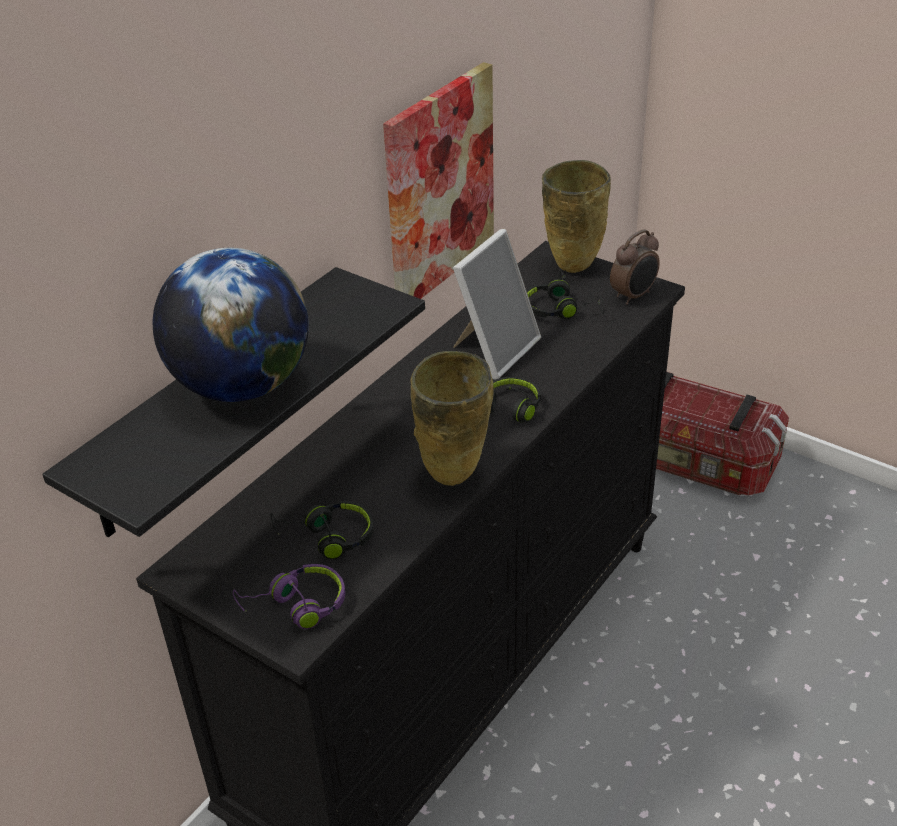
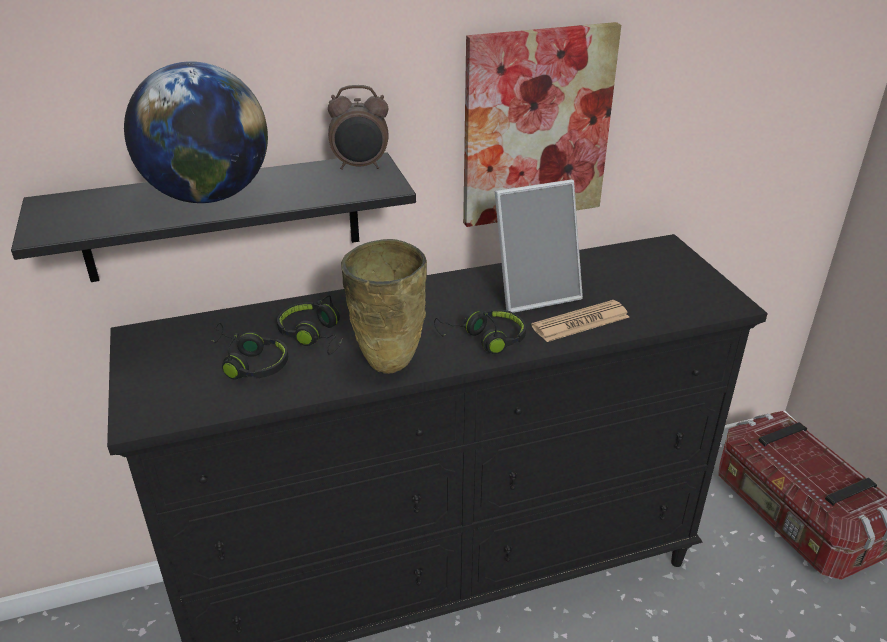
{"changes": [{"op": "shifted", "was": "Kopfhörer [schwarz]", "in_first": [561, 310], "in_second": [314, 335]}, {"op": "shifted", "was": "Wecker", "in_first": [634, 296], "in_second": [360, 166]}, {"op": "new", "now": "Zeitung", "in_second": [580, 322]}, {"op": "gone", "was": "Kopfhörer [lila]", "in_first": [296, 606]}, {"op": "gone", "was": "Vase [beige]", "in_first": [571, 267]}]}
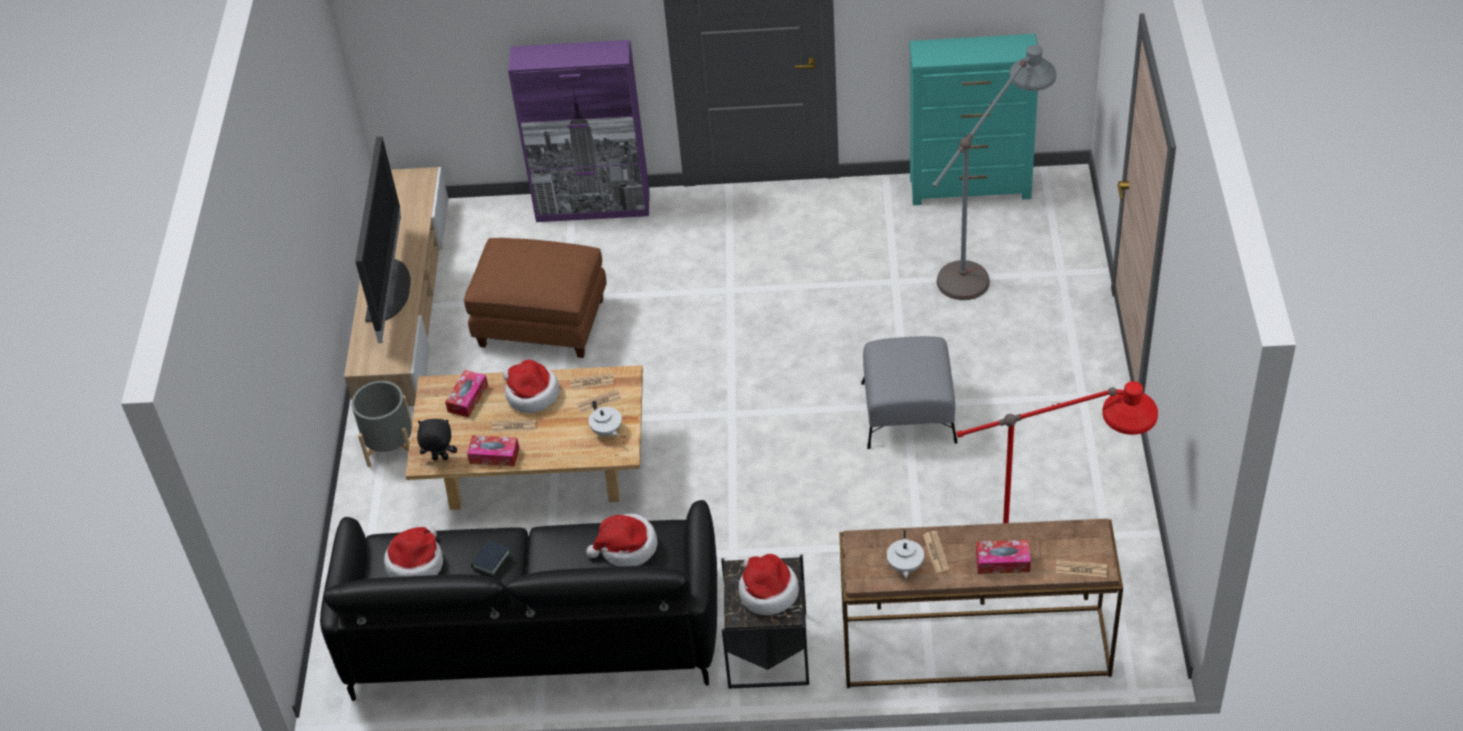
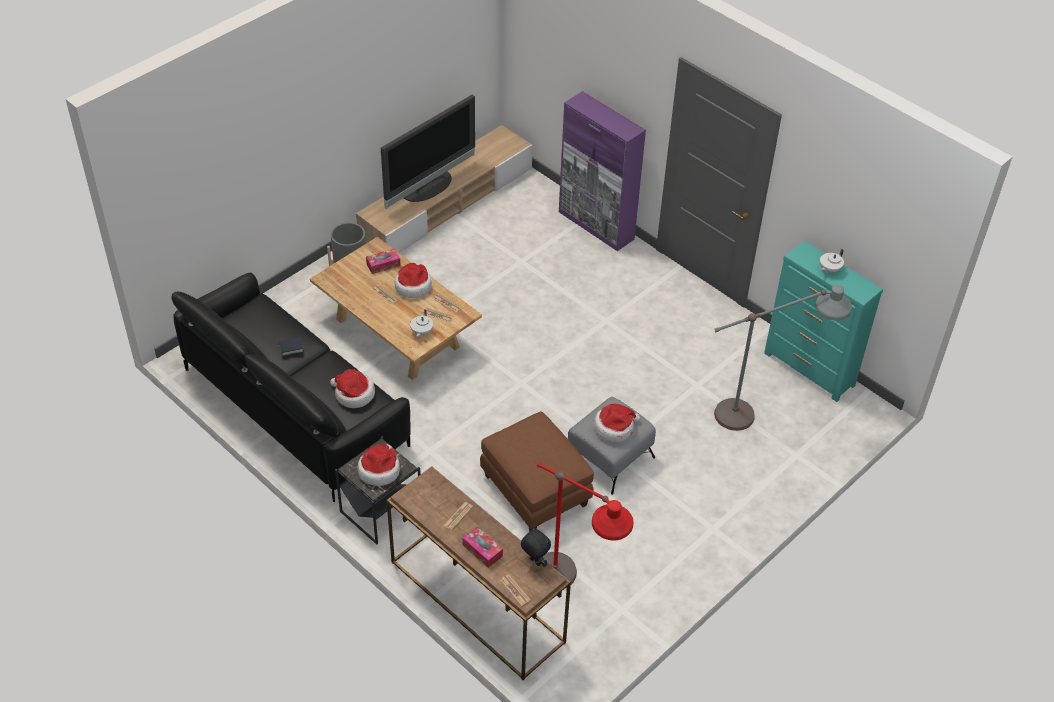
{"changes": [{"op": "shifted", "was": "Polsterhocker [braun]", "in_first": [541, 323], "in_second": [534, 490]}, {"op": "shifted", "was": "Plüschtier [schwarz]", "in_first": [440, 459], "in_second": [534, 562]}, {"op": "shifted", "was": "Hut", "in_first": [416, 563], "in_second": [614, 427]}, {"op": "shifted", "was": "Teekanne [weiß]", "in_first": [904, 566], "in_second": [829, 270]}, {"op": "gone", "was": "Taschentuchbox", "in_first": [494, 455]}]}
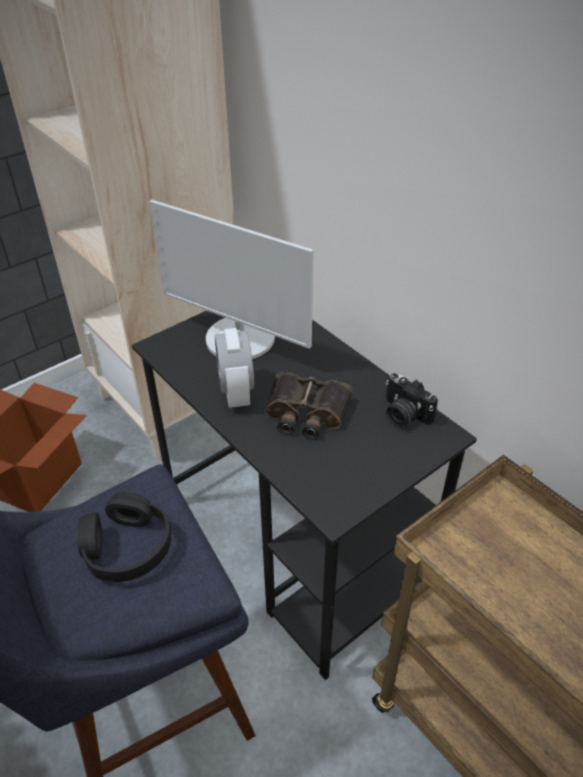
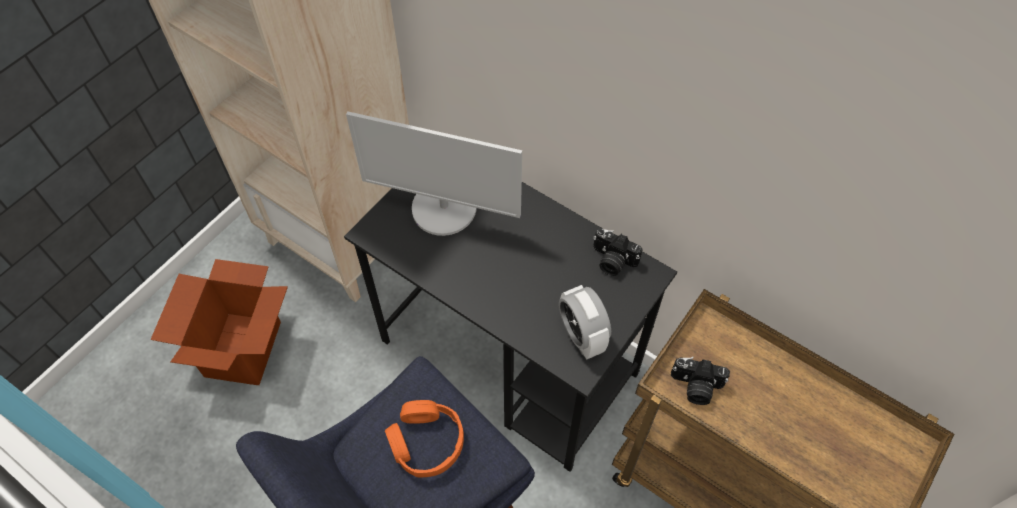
{"changes": [{"op": "repainted", "was": "Kopfhörer [schwarz]", "now": "Kopfhörer [orange]", "in_first": [127, 547], "in_second": [426, 442]}, {"op": "shifted", "was": "Wecker", "in_first": [236, 392], "in_second": [581, 336]}, {"op": "new", "now": "Kamera", "in_second": [695, 387]}, {"op": "gone", "was": "Fernglas", "in_first": [305, 413]}]}
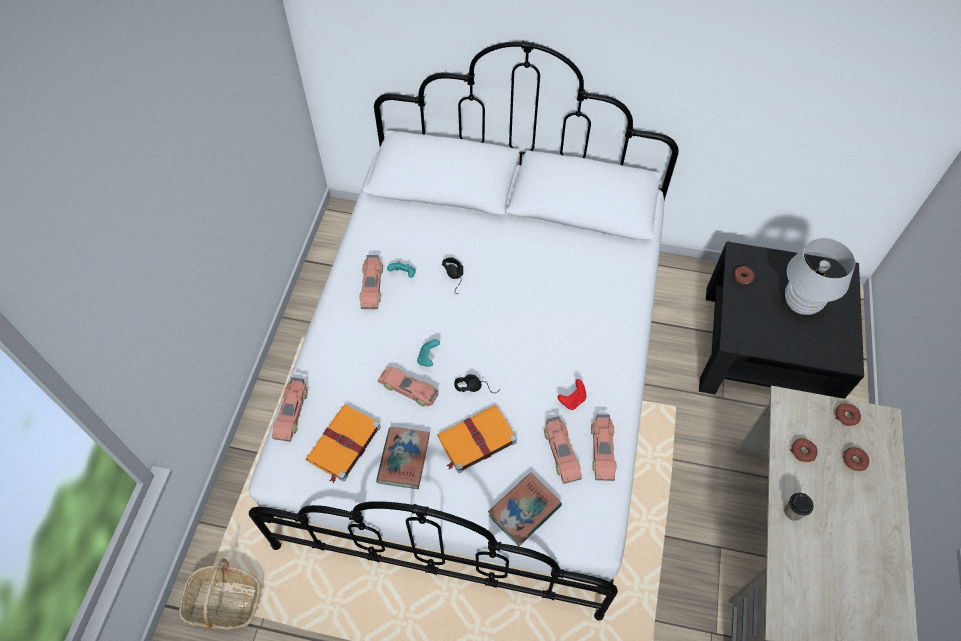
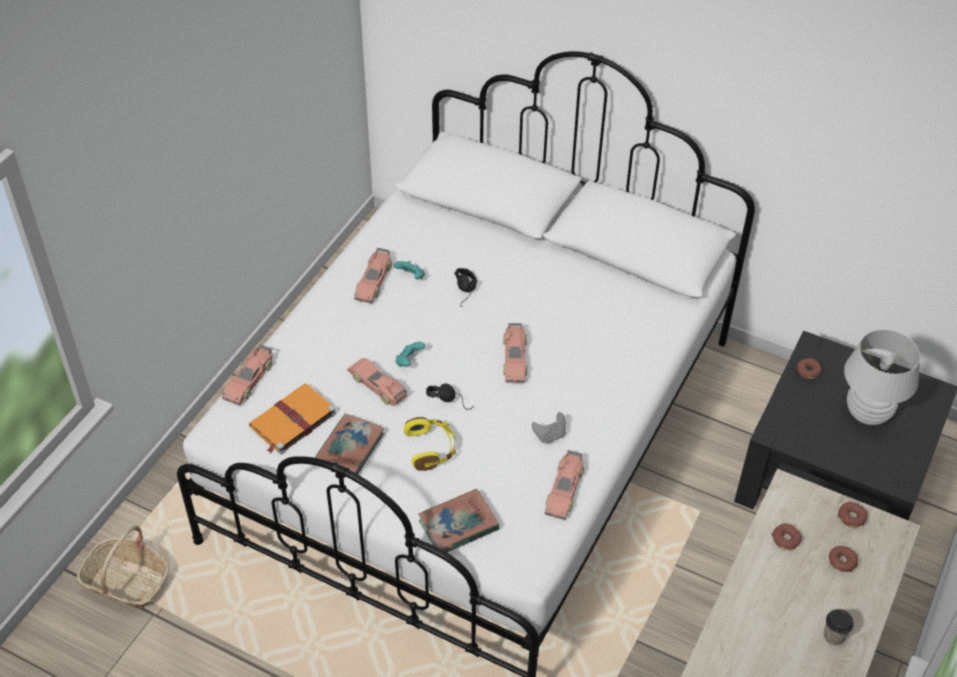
{"changes": [{"op": "swapped", "was": "Buch [orange]", "now": "Kopfhörer [gelb]", "in_first": [475, 440], "in_second": [431, 449]}, {"op": "shifted", "was": "Spielzeugauto", "in_first": [561, 452], "in_second": [514, 358]}, {"op": "repainted", "was": "Gamepad [rot]", "now": "Gamepad [grau]", "in_first": [572, 400], "in_second": [550, 435]}, {"op": "shifted", "was": "Tasse", "in_first": [793, 512], "in_second": [833, 636]}]}
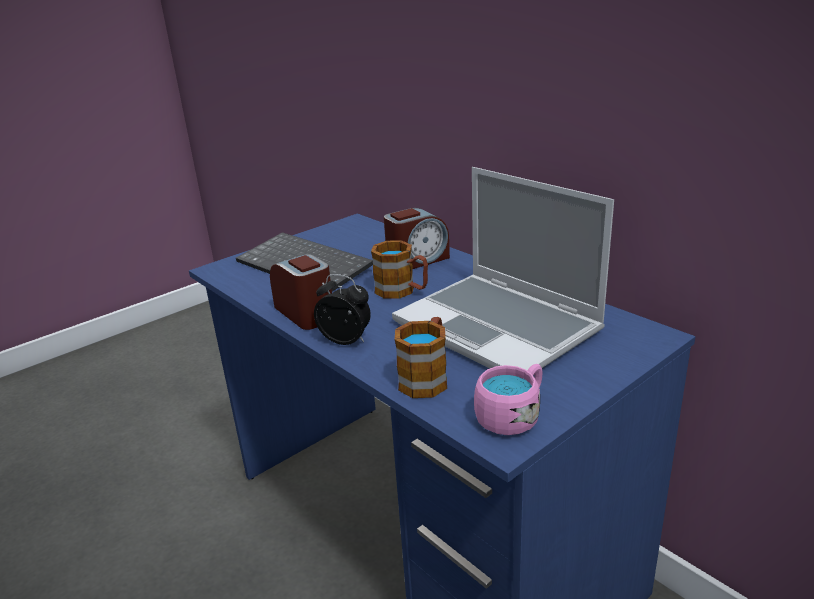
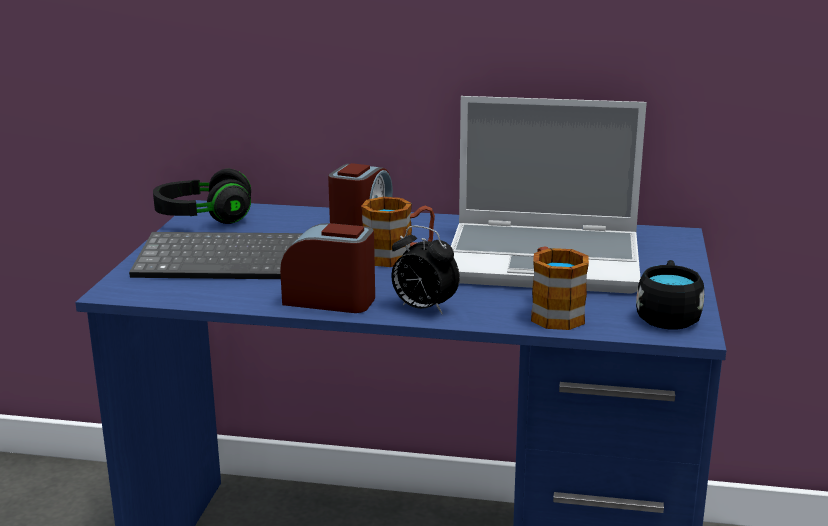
{"changes": [{"op": "new", "now": "Kopfhörer [schwarz]", "in_second": [204, 218]}, {"op": "rotated", "was": "Wecker", "in_first": [347, 340], "in_second": [423, 308], "clockwise": -135}, {"op": "repainted", "was": "Henkelbecher [rosa]", "now": "Henkelbecher [schwarz]", "in_first": [513, 416], "in_second": [667, 315]}]}
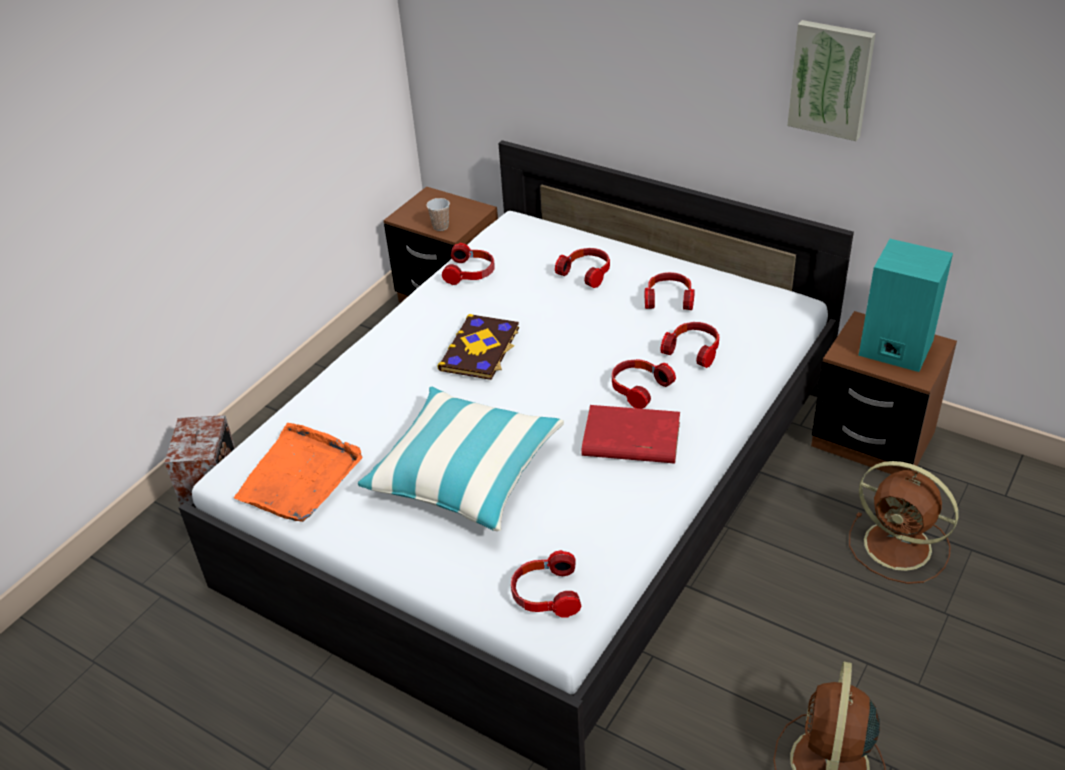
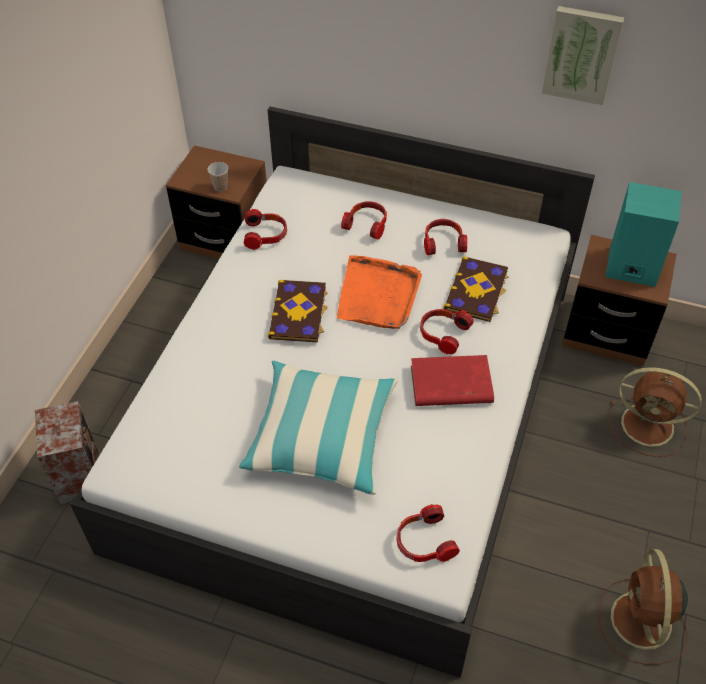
{"changes": [{"op": "shifted", "was": "Tablett [orange]", "in_first": [300, 477], "in_second": [378, 295]}, {"op": "swapped", "was": "Kopfhörer", "now": "Buch", "in_first": [693, 350], "in_second": [477, 291]}]}
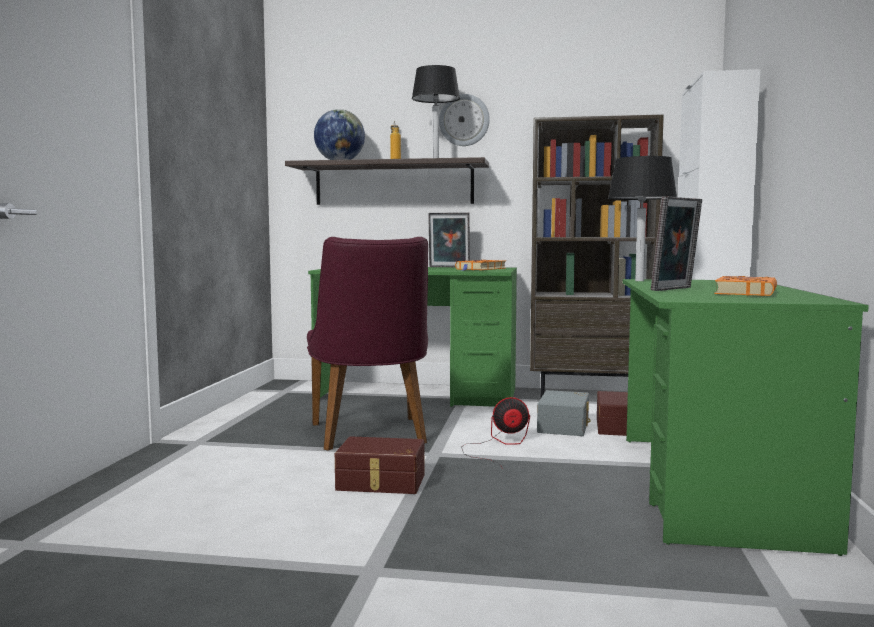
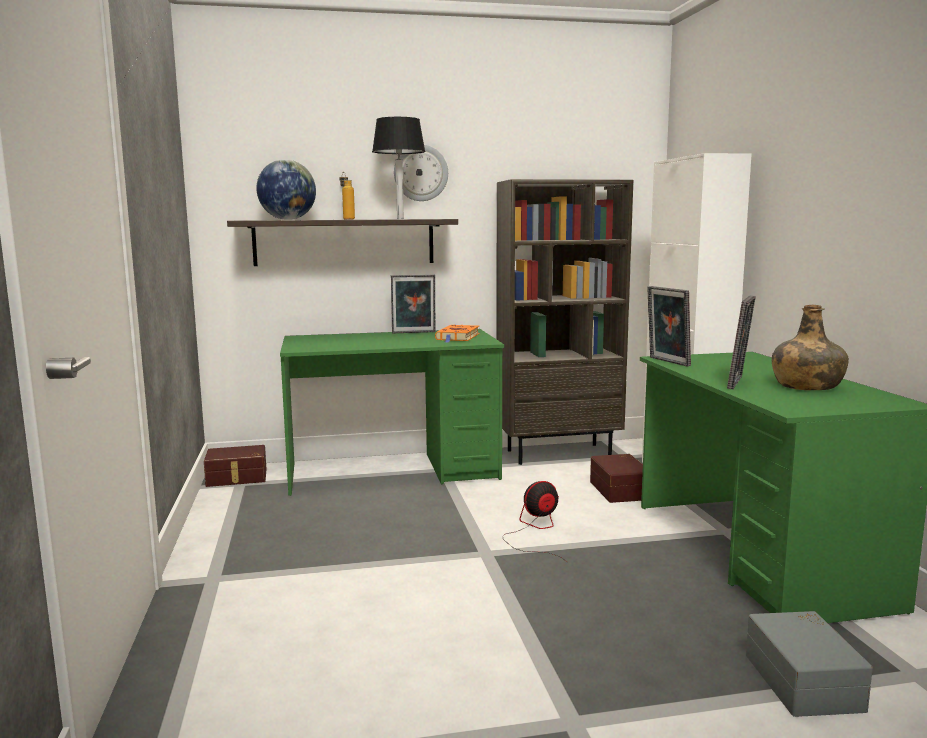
{"changes": [{"op": "shifted", "was": "Aufbewahrungsbox [braun]", "in_first": [380, 483], "in_second": [237, 478]}, {"op": "swapped", "was": "Tischlampe [schwarz]", "now": "Bilderrahmen", "in_first": [639, 281], "in_second": [666, 362]}, {"op": "shifted", "was": "Aufbewahrungsbox [grau]", "in_first": [565, 426], "in_second": [805, 681]}, {"op": "swapped", "was": "Buch [orange]", "now": "Flasche [grün]", "in_first": [745, 292], "in_second": [806, 386]}, {"op": "gone", "was": "Stuhl [lila]", "in_first": [371, 436]}]}
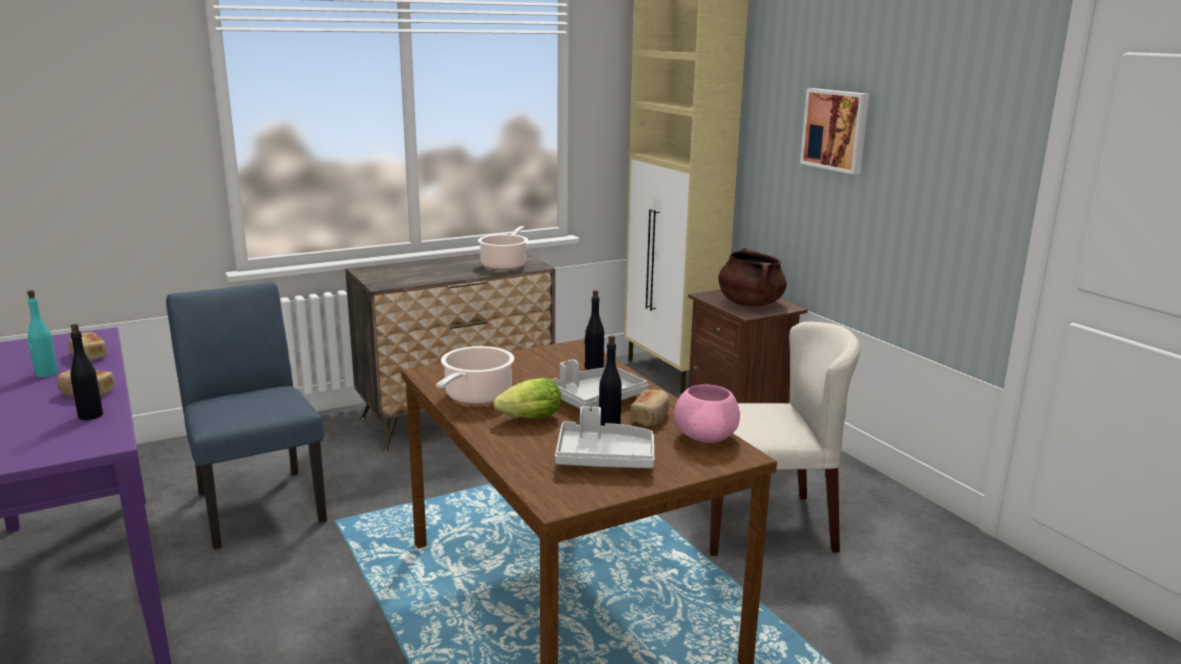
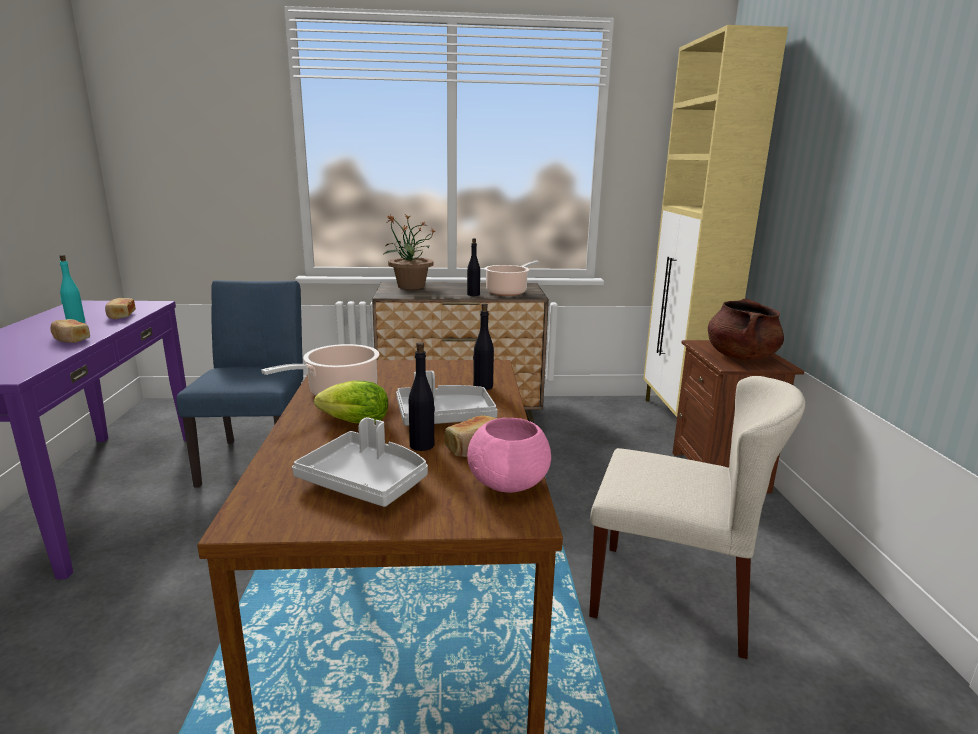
{"changes": [{"op": "new", "now": "Topfpflanze", "in_second": [410, 286]}, {"op": "shifted", "was": "Flasche [schwarz]", "in_first": [90, 415], "in_second": [473, 294]}, {"op": "gone", "was": "Bild", "in_first": [836, 130]}]}
